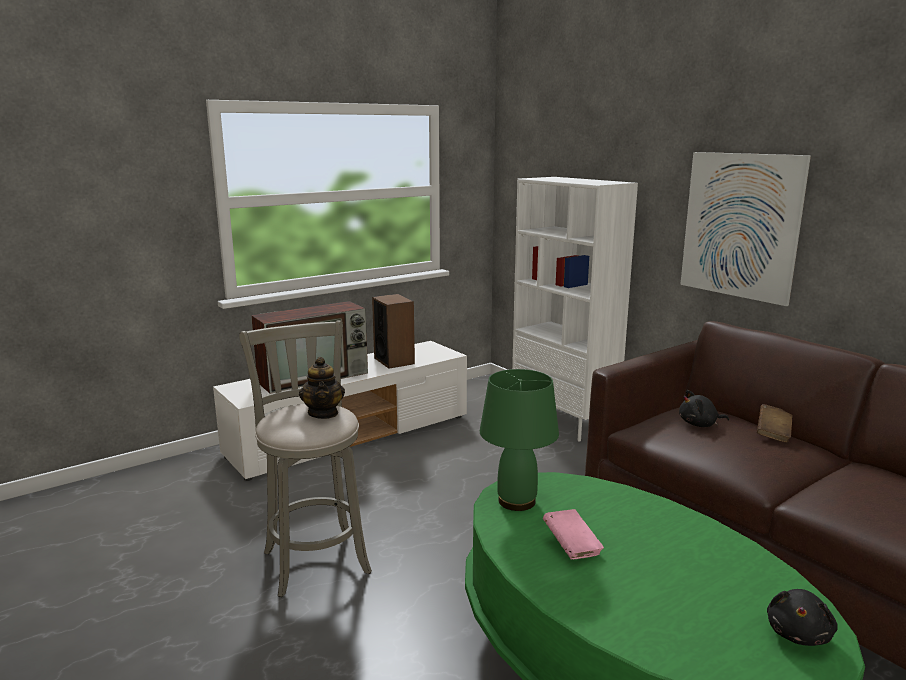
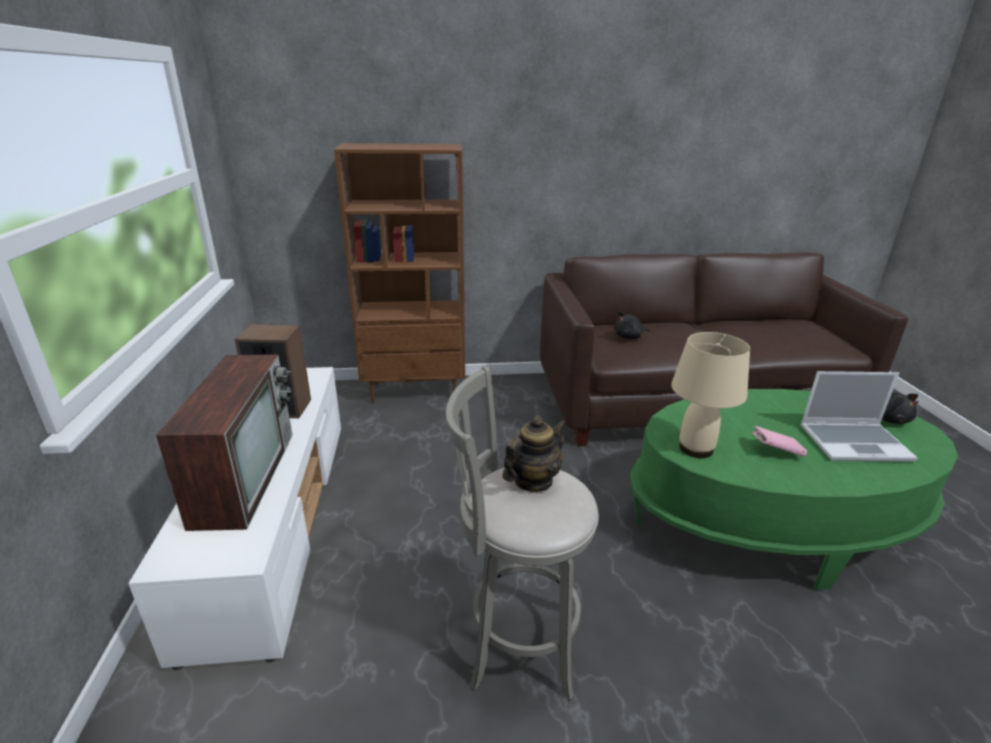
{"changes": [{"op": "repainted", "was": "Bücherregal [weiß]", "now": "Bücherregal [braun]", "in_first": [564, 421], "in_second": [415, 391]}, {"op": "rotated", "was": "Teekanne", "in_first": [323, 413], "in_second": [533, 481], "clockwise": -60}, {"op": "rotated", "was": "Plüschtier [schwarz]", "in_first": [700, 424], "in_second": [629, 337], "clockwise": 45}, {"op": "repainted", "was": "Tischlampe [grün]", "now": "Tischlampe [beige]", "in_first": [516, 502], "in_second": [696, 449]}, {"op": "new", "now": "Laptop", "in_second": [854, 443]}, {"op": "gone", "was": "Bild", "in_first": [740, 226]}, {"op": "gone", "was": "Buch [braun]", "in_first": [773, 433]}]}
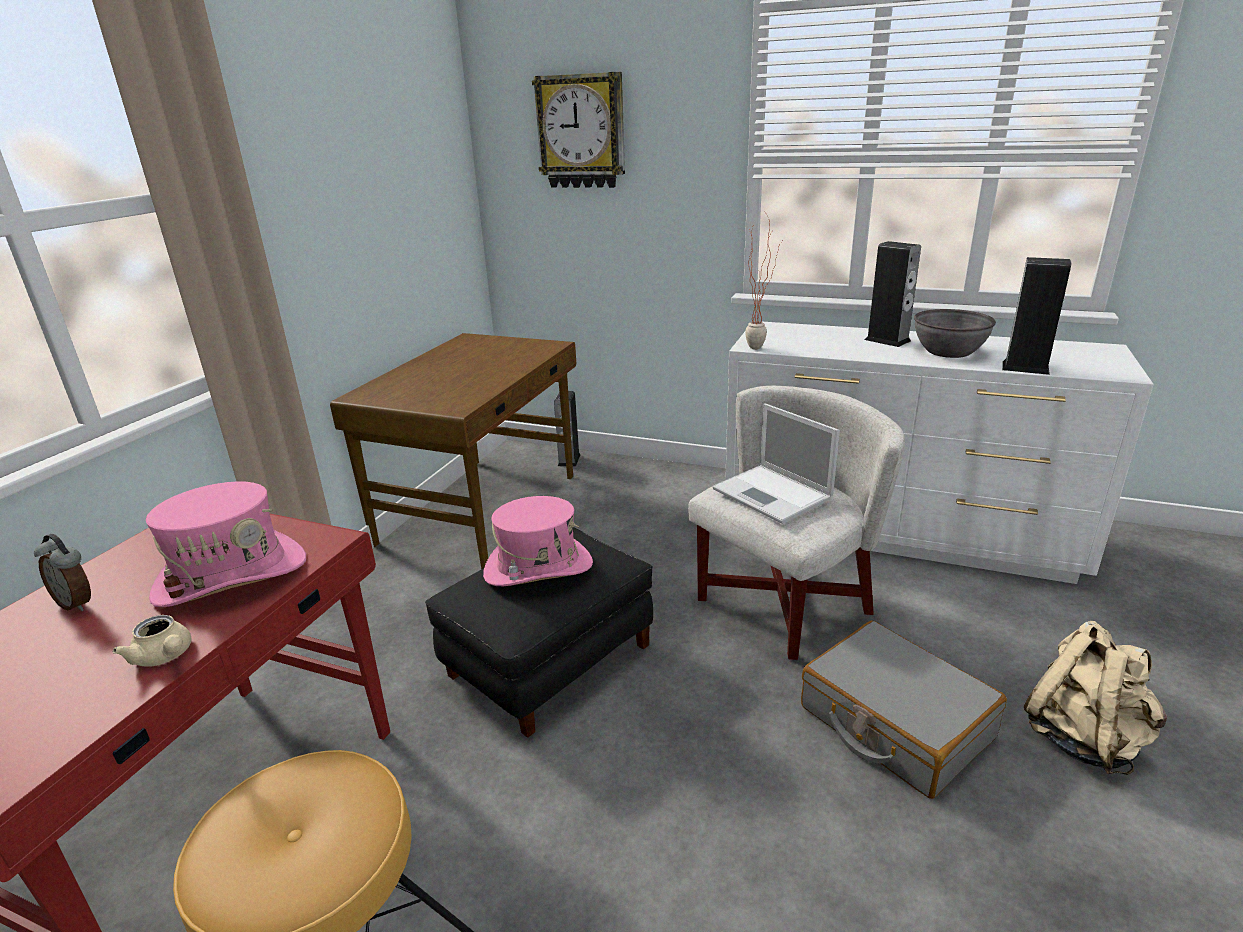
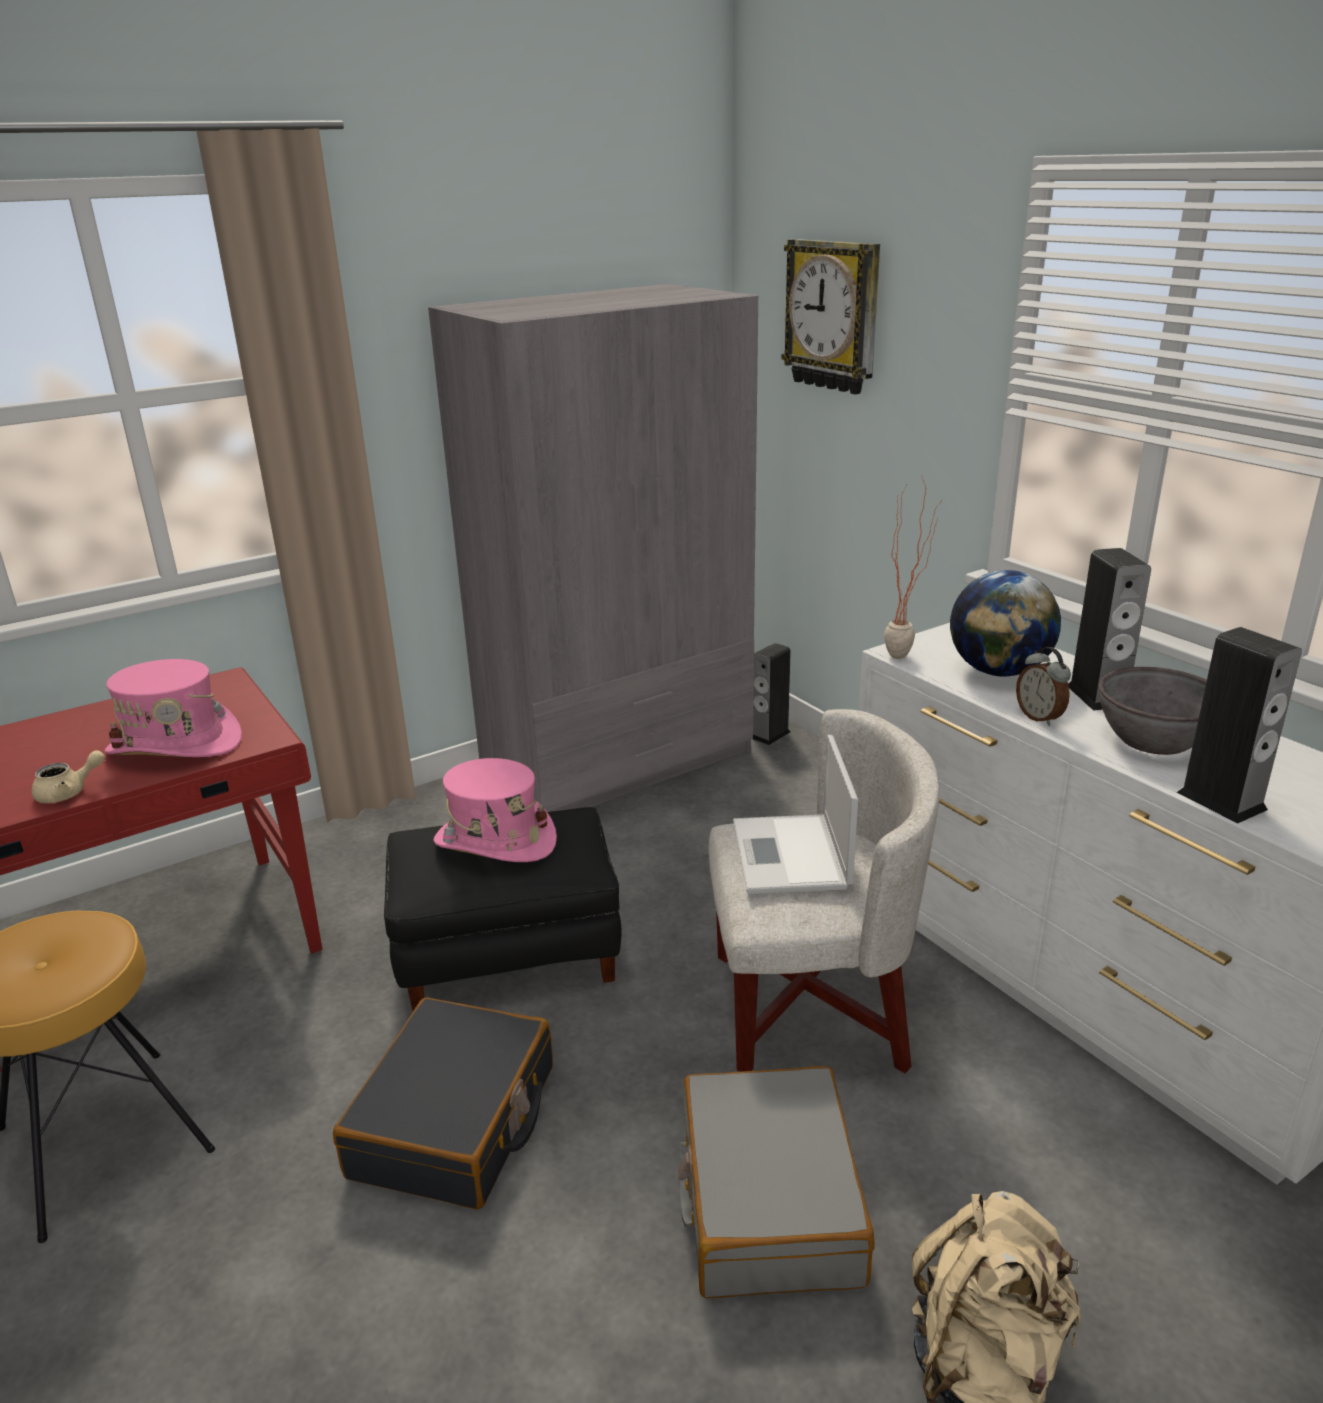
{"changes": [{"op": "rotated", "was": "Teekanne [beige]", "in_first": [165, 657], "in_second": [69, 793], "clockwise": -105}, {"op": "new", "now": "Koffer [schwarz]", "in_second": [455, 1122]}, {"op": "swapped", "was": "Schreibtisch [braun]", "now": "Kleiderschrank [grau]", "in_first": [482, 508], "in_second": [619, 760]}, {"op": "new", "now": "Globus", "in_second": [999, 671]}, {"op": "shifted", "was": "Wecker", "in_first": [78, 603], "in_second": [1040, 717]}]}
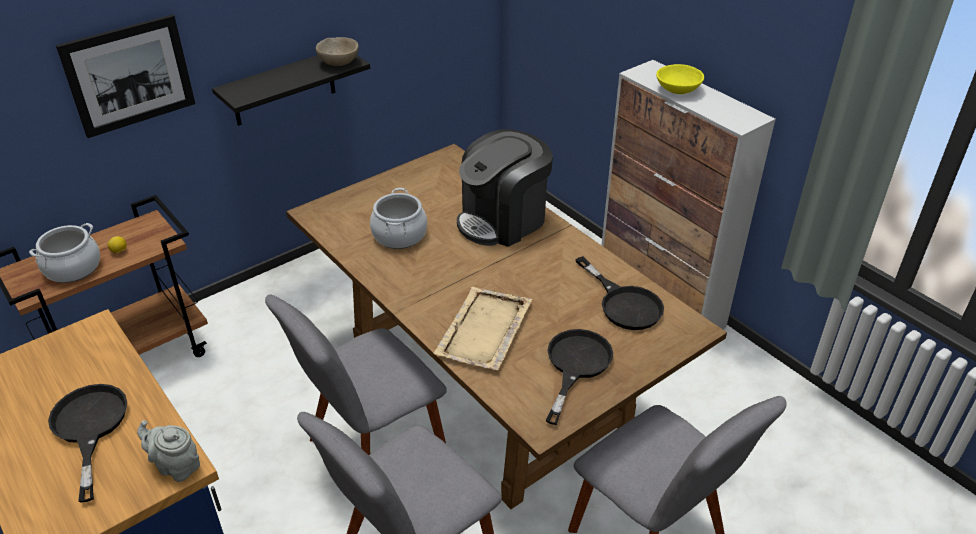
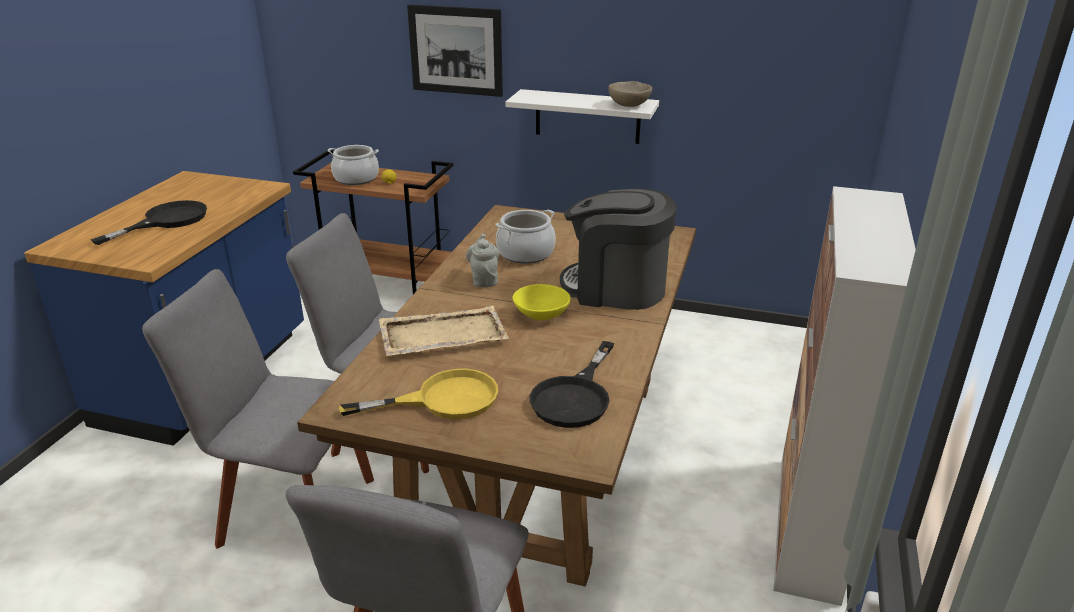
{"changes": [{"op": "repainted", "was": "Pfanne [schwarz]", "now": "Pfanne [gelb]", "in_first": [575, 365], "in_second": [443, 399]}, {"op": "shifted", "was": "Teekanne [grau]", "in_first": [176, 466], "in_second": [484, 279]}, {"op": "repainted", "was": "Wandregal [schwarz]", "now": "Wandregal [weiß]", "in_first": [284, 87], "in_second": [587, 116]}, {"op": "shifted", "was": "Schüssel [gelb]", "in_first": [678, 90], "in_second": [541, 314]}]}
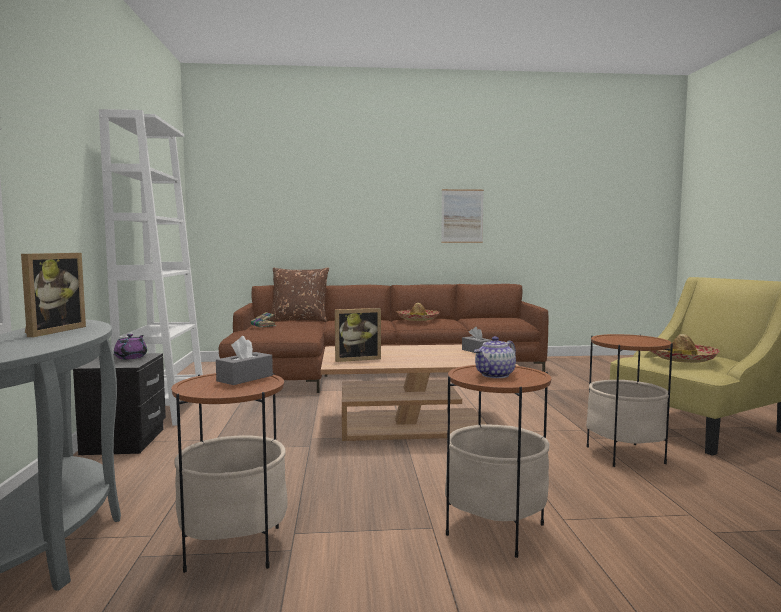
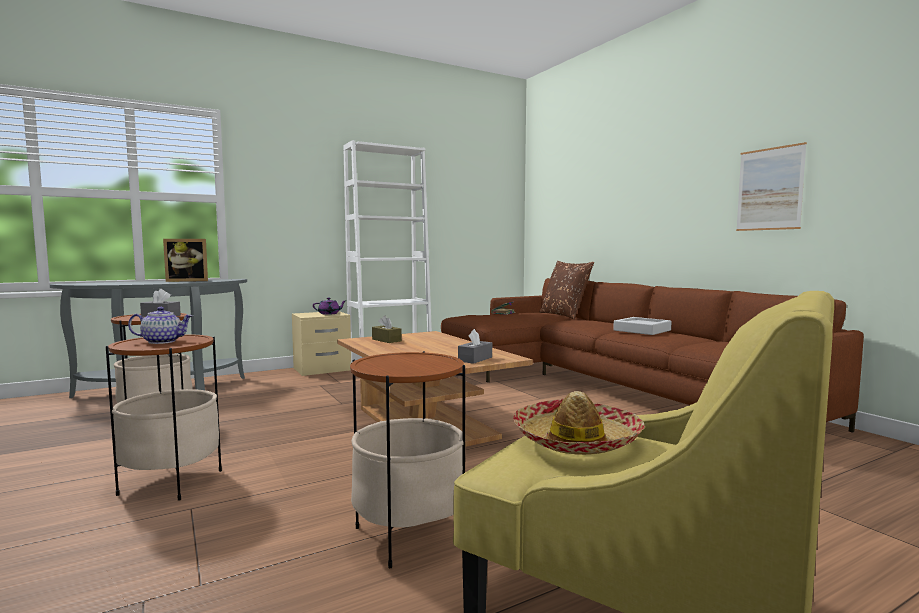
{"changes": [{"op": "rotated", "was": "Teekanne", "in_first": [495, 375], "in_second": [163, 341], "clockwise": 150}, {"op": "repainted", "was": "Nachttisch [schwarz]", "now": "Nachttisch [beige]", "in_first": [126, 441], "in_second": [322, 369]}, {"op": "swapped", "was": "Bilderrahmen", "now": "Taschentuchbox [braun]", "in_first": [356, 359], "in_second": [386, 340]}, {"op": "swapped", "was": "Hut", "now": "Tablett [grau]", "in_first": [417, 319], "in_second": [642, 330]}]}
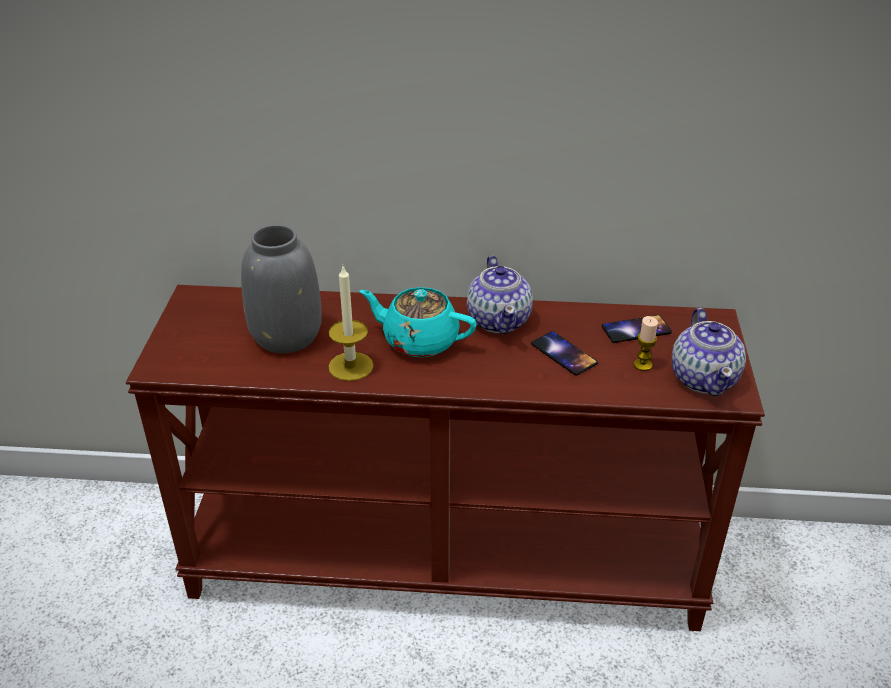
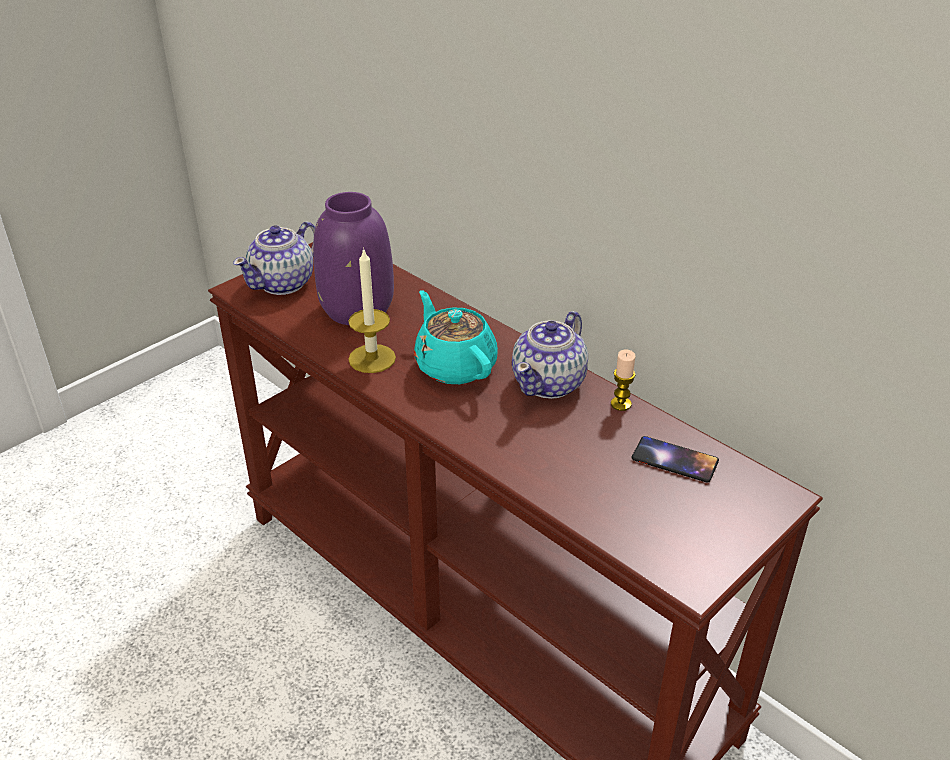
{"changes": [{"op": "shifted", "was": "Teekanne", "in_first": [704, 378], "in_second": [283, 283]}, {"op": "repainted", "was": "Vase [grau]", "now": "Vase [lila]", "in_first": [287, 335], "in_second": [358, 309]}, {"op": "shifted", "was": "Kerze", "in_first": [643, 365], "in_second": [621, 404]}, {"op": "gone", "was": "Handy", "in_first": [564, 354]}]}
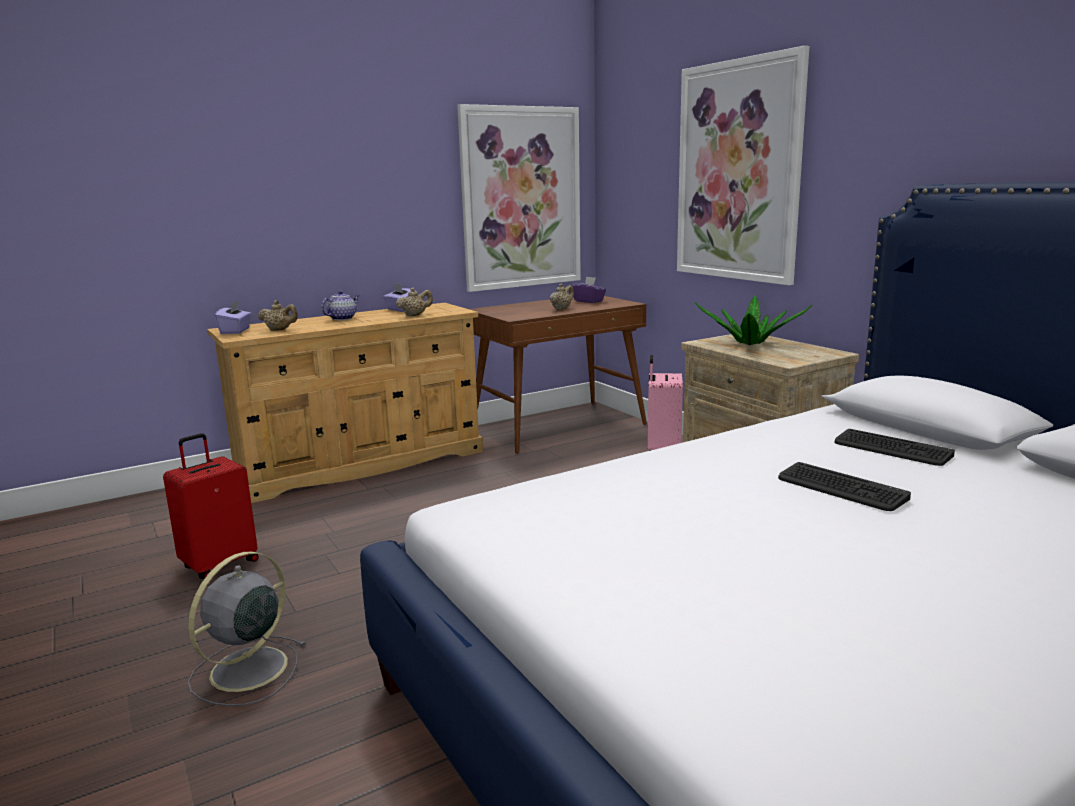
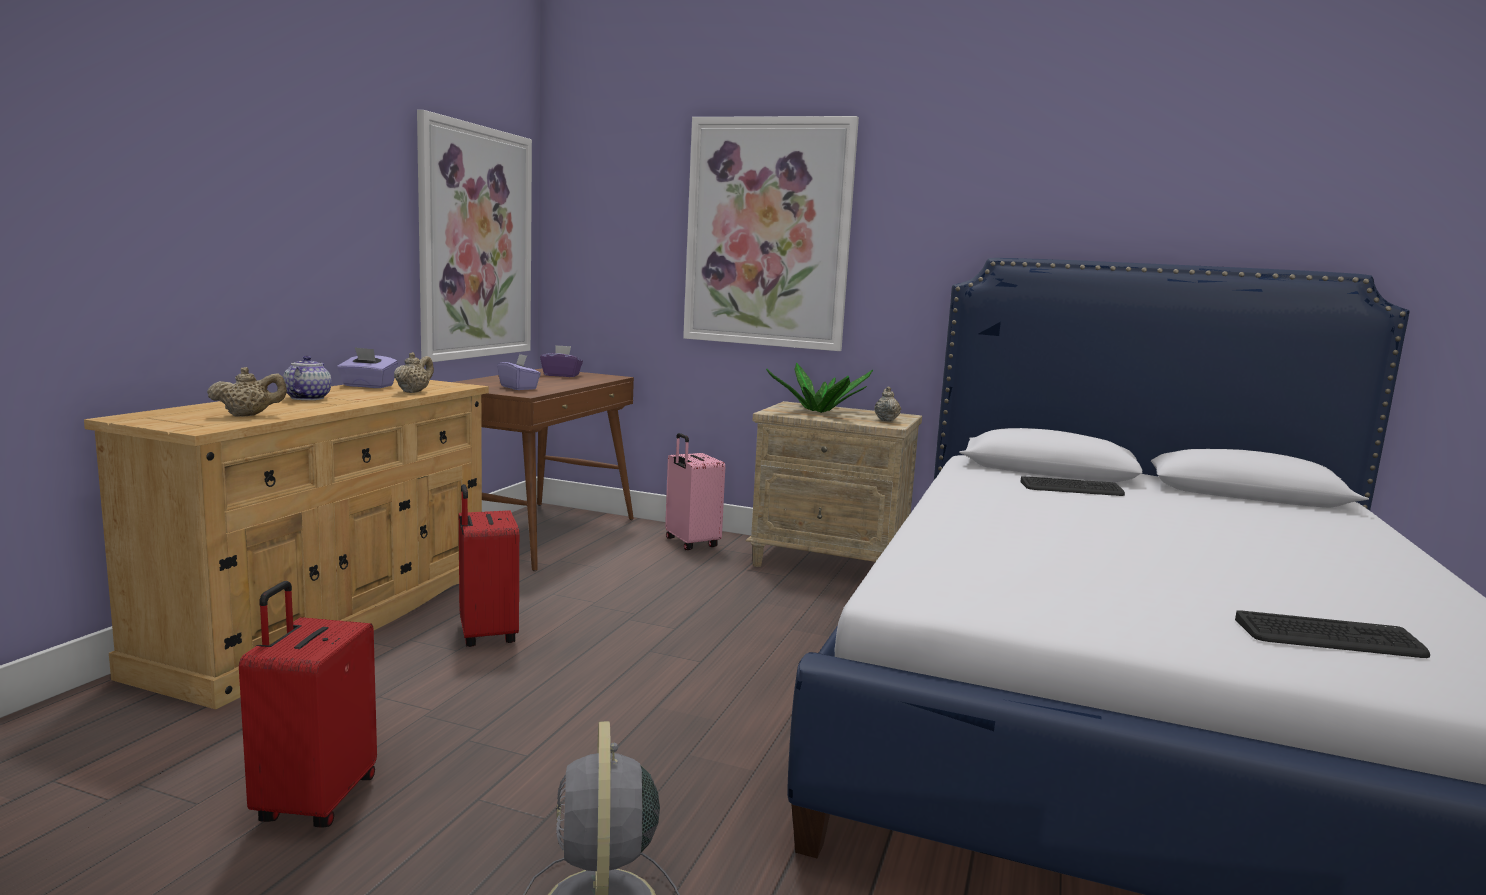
{"changes": [{"op": "new", "now": "Koffer [rot]", "in_second": [485, 634]}, {"op": "shifted", "was": "Taschentuchbox [lila]", "in_first": [235, 331], "in_second": [519, 388]}, {"op": "shifted", "was": "Teekanne [beige]", "in_first": [561, 309], "in_second": [886, 420]}, {"op": "shifted", "was": "Tastatur", "in_first": [840, 488], "in_second": [1329, 638]}]}
